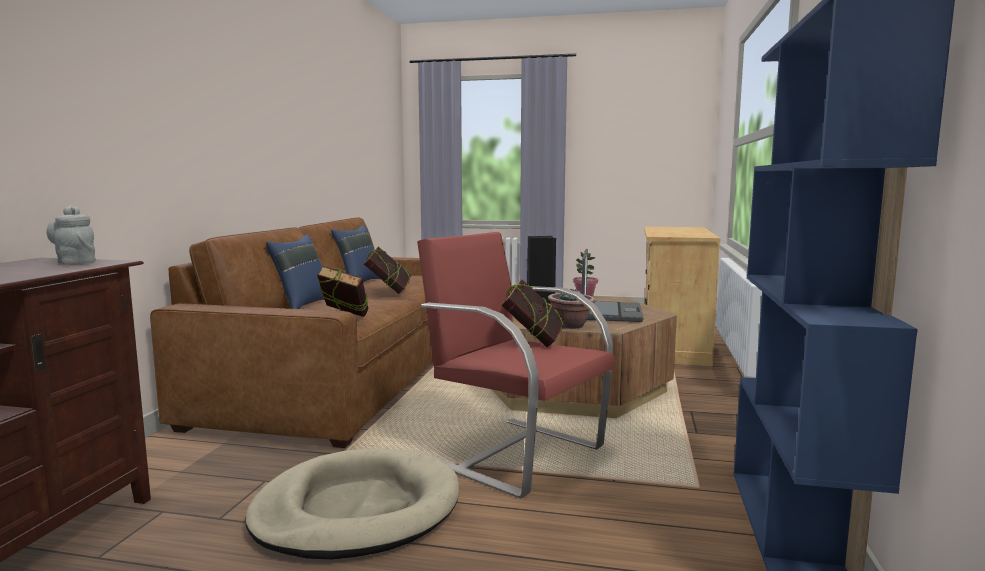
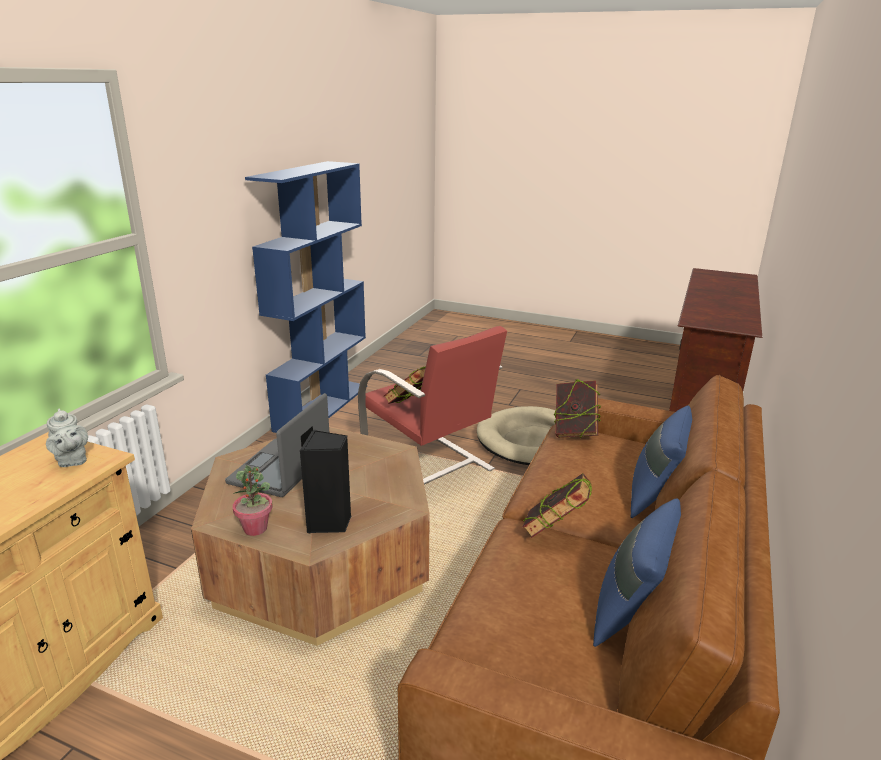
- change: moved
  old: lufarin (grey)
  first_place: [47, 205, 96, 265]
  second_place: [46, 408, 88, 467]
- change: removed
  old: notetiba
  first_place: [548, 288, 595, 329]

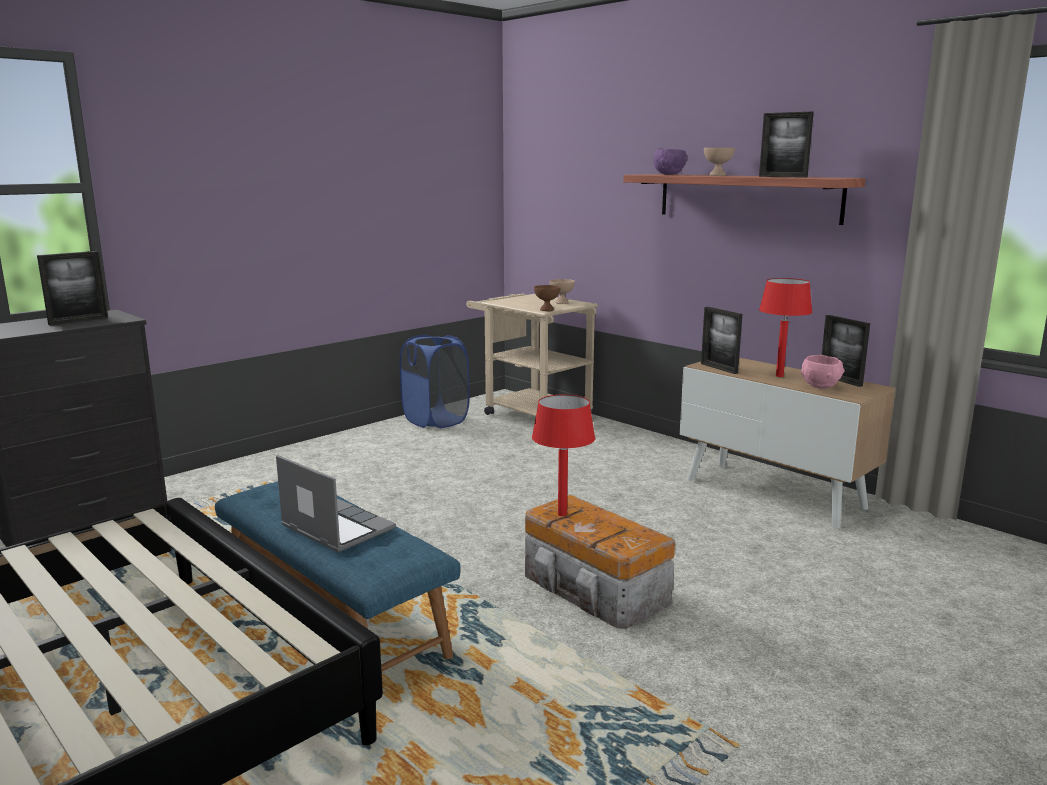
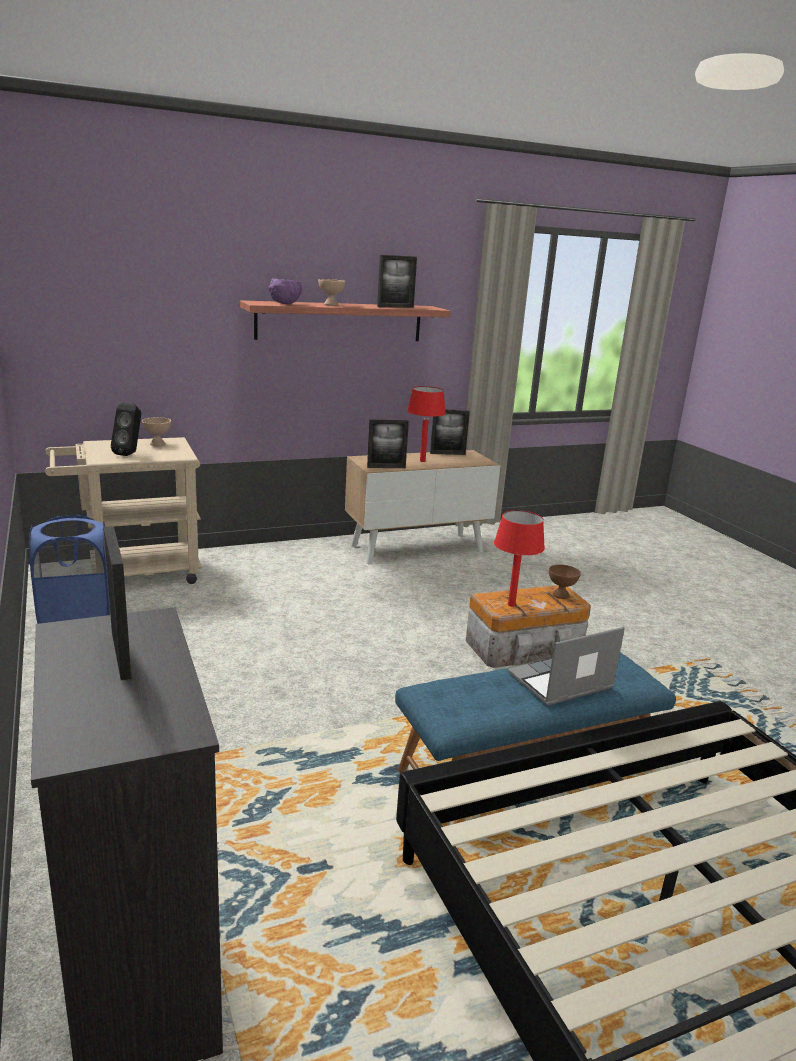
- change: moved
  old: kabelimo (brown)
  first_place: [534, 285, 561, 311]
  second_place: [549, 564, 581, 599]
- change: removed
  old: kabelimo (pink)
  first_place: [801, 355, 845, 388]
- change: added
  new: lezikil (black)
  second_place: [111, 403, 141, 456]

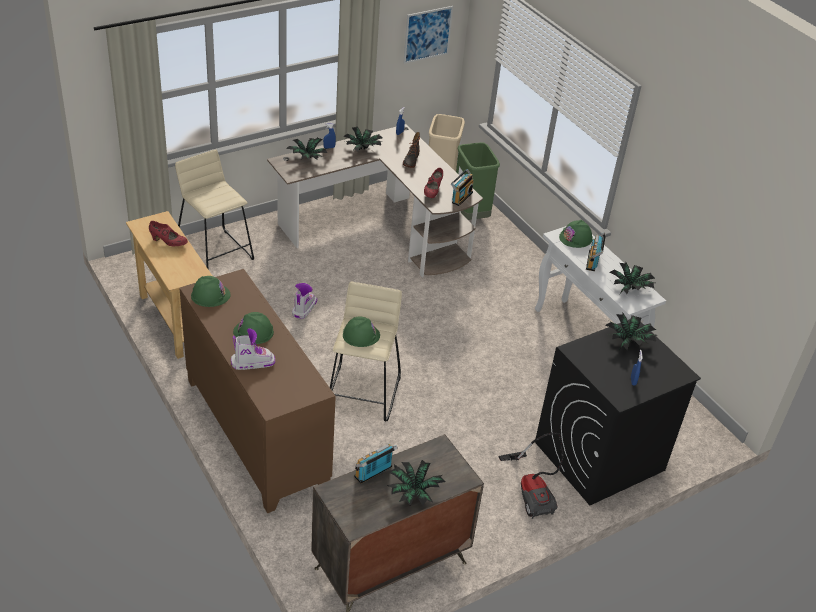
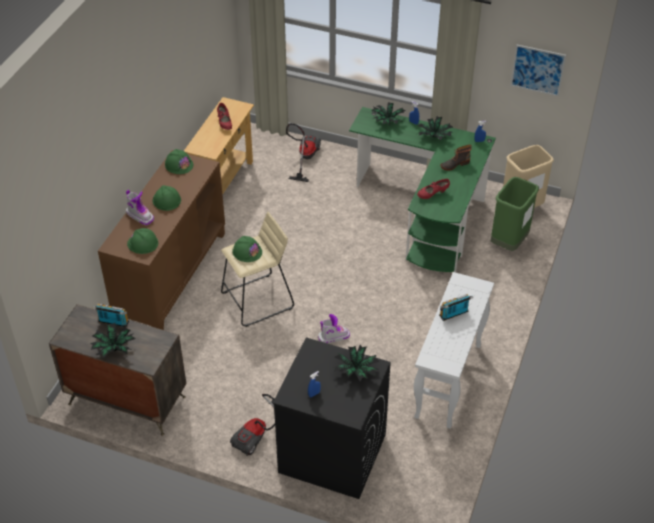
- change: replaced
  old: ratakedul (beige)
  new: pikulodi
  first_place: [175, 149, 254, 270]
  second_place: [286, 123, 321, 182]
- change: recoloured
  old: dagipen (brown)
  new: dagipen (green)
  first_place: [267, 124, 483, 278]
  second_place: [349, 107, 496, 272]
- change: moved
  old: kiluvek
  first_place: [292, 283, 317, 319]
  second_place: [318, 314, 350, 344]
- change: removed
  old: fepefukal
  first_place: [451, 169, 474, 206]
- change: moved
  old: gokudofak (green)
  first_place: [559, 220, 593, 248]
  second_place: [127, 228, 158, 254]
- change: removed
  old: notetiba
  first_place: [609, 262, 655, 294]

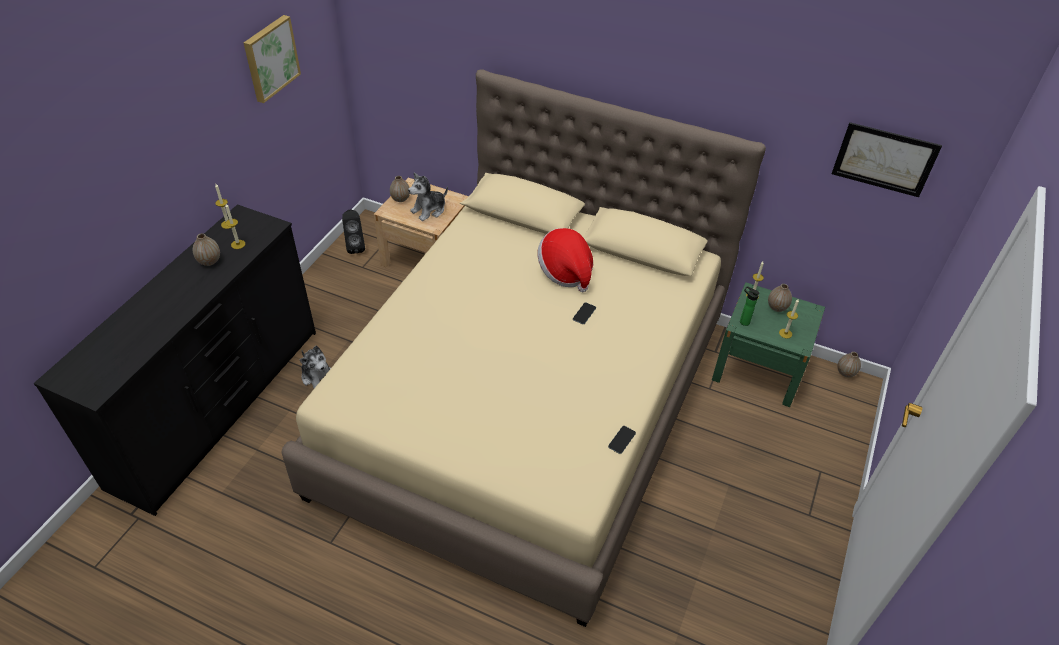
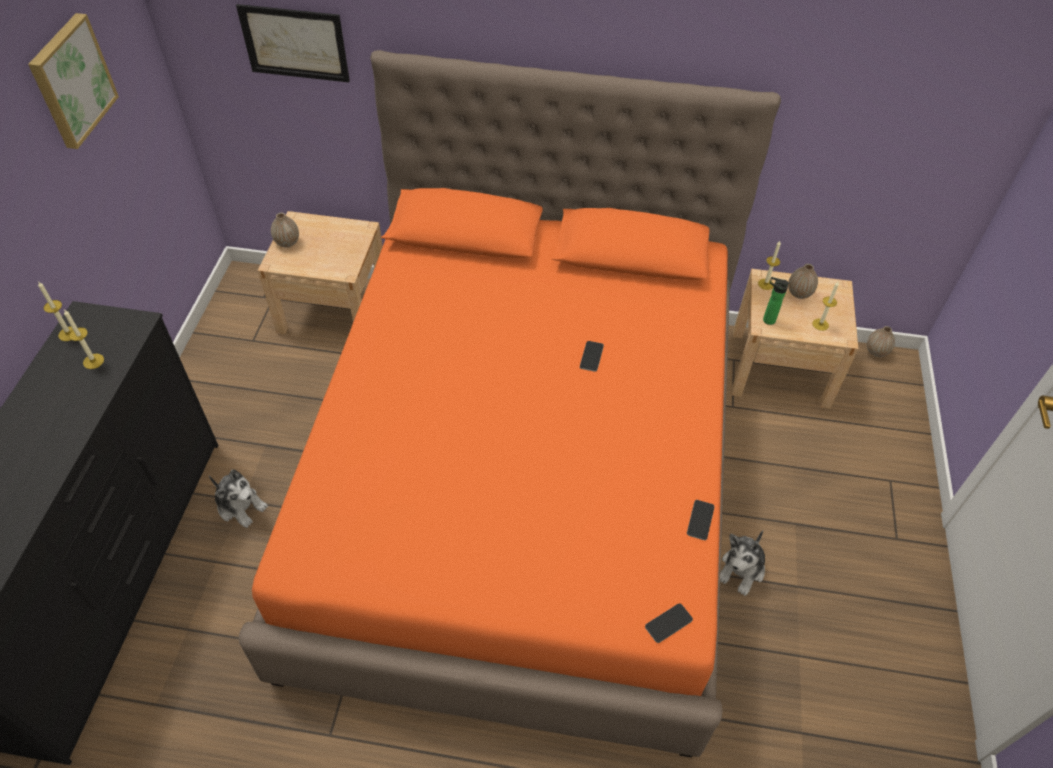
- change: removed
  old: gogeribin
  first_place: [192, 233, 220, 266]
- change: recoloured
  old: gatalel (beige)
  new: gatalel (orange)
  first_place: [281, 69, 766, 627]
  second_place: [239, 50, 781, 757]
- change: removed
  old: lezikil (black)
  first_place: [342, 209, 365, 254]
- change: moved
  old: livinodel
  first_place: [408, 173, 448, 221]
  second_place: [720, 530, 765, 596]
- change: removed
  old: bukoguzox
  first_place: [537, 228, 593, 292]
- change: recoloured
  old: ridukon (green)
  new: ridukon (beige)
  first_place: [712, 282, 825, 407]
  second_place: [732, 269, 858, 409]
- change: moved
  old: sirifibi
  first_place: [832, 122, 942, 197]
  second_place: [236, 4, 350, 82]
- change: added
  new: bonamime
  second_place: [645, 603, 693, 643]

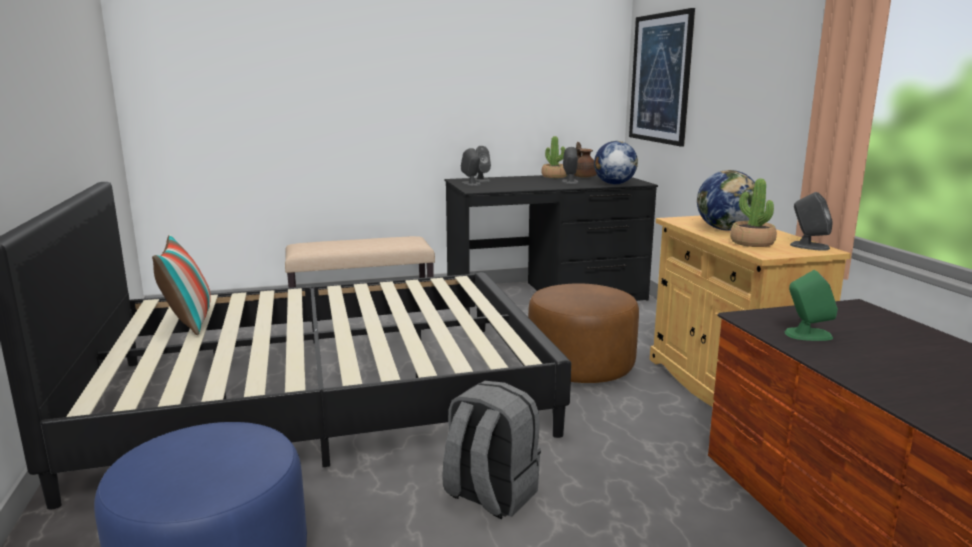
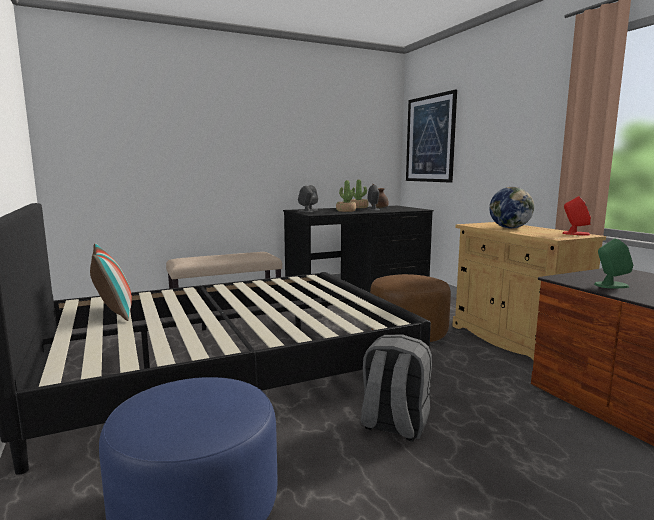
- change: removed
  old: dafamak
  first_place: [594, 141, 638, 184]
- change: moved
  old: notetiba
  first_place: [730, 179, 777, 247]
  second_place: [336, 180, 356, 212]
- change: recoloured
  old: lezikil (grey)
  new: lezikil (red)
  first_place: [790, 192, 833, 251]
  second_place: [563, 196, 591, 235]

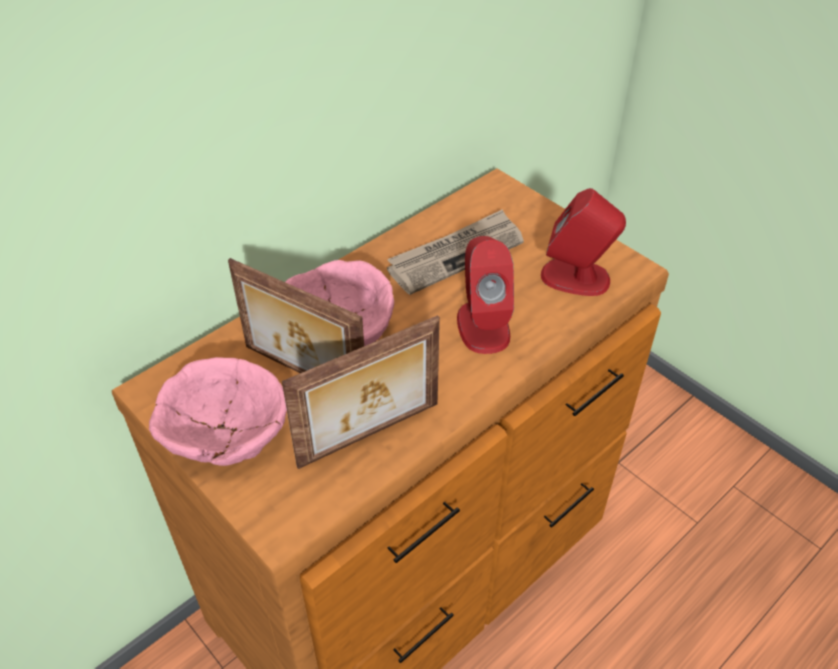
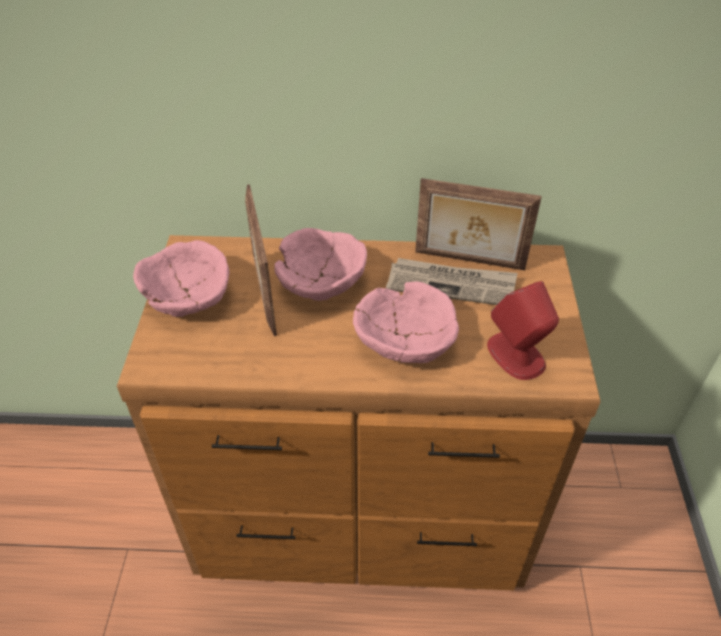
- change: moved
  old: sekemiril
  first_place: [282, 315, 440, 469]
  second_place: [415, 178, 542, 270]
- change: replaced
  old: lezikil (red)
  new: kabelimo (pink)
  first_place: [457, 236, 514, 354]
  second_place: [353, 282, 459, 363]

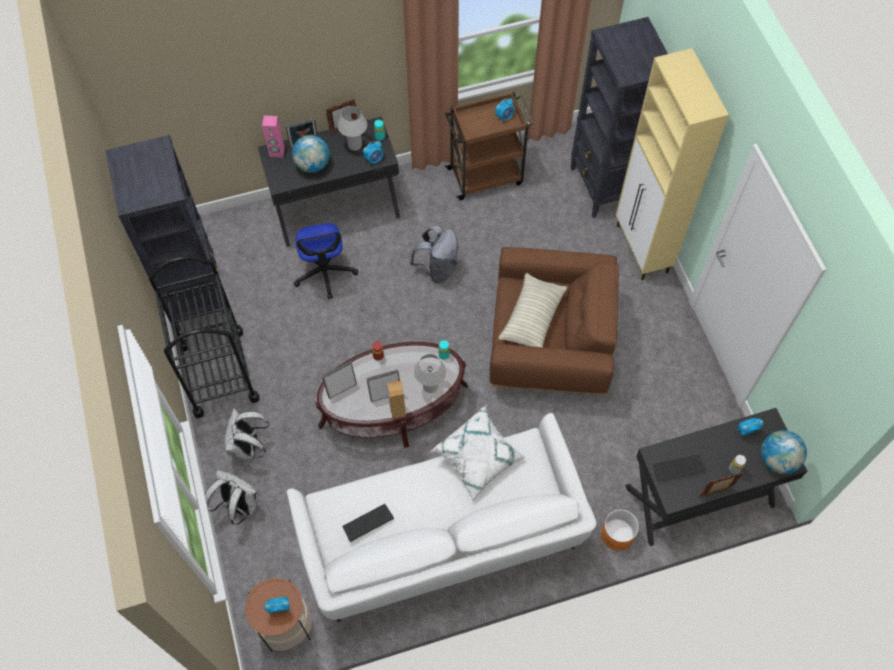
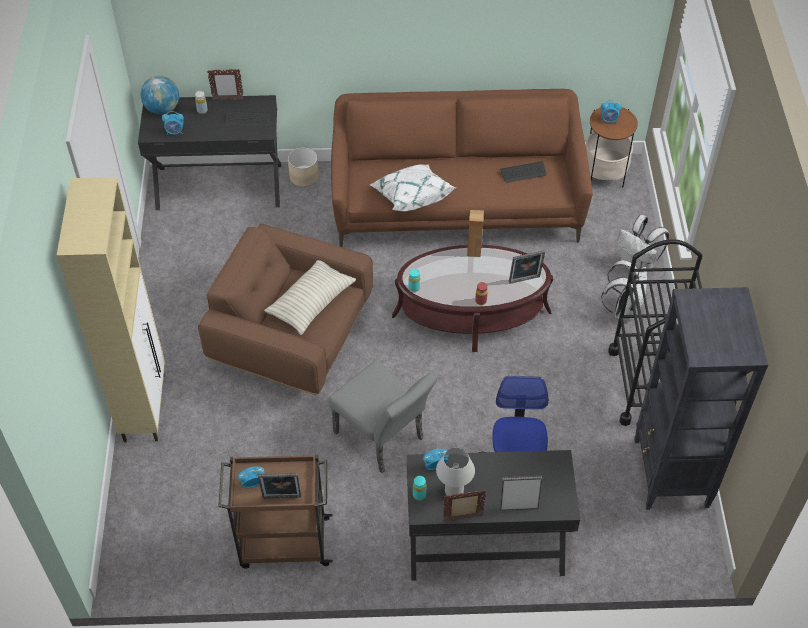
- change: removed
  old: lezikil (pink)
  first_place: [262, 116, 285, 158]
- change: recoloured
  old: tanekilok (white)
  new: tanekilok (brown)
  first_place: [287, 413, 597, 622]
  second_place: [331, 89, 593, 247]
- change: removed
  old: dafamak
  first_place: [292, 135, 330, 173]
- change: moved
  old: sekemiril
  first_place: [366, 370, 400, 402]
  second_place: [258, 473, 301, 499]
- change: replaced
  old: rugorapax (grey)
  new: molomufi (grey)
  first_place: [410, 226, 458, 284]
  second_place: [329, 359, 437, 473]
- change: removed
  old: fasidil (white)
  first_place: [414, 354, 446, 393]
- change: removed
  old: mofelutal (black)
  first_place: [570, 17, 668, 218]
- change: recoloured
  old: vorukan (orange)
  new: vorukan (beige)
  first_place: [601, 509, 639, 551]
  second_place: [288, 147, 319, 187]

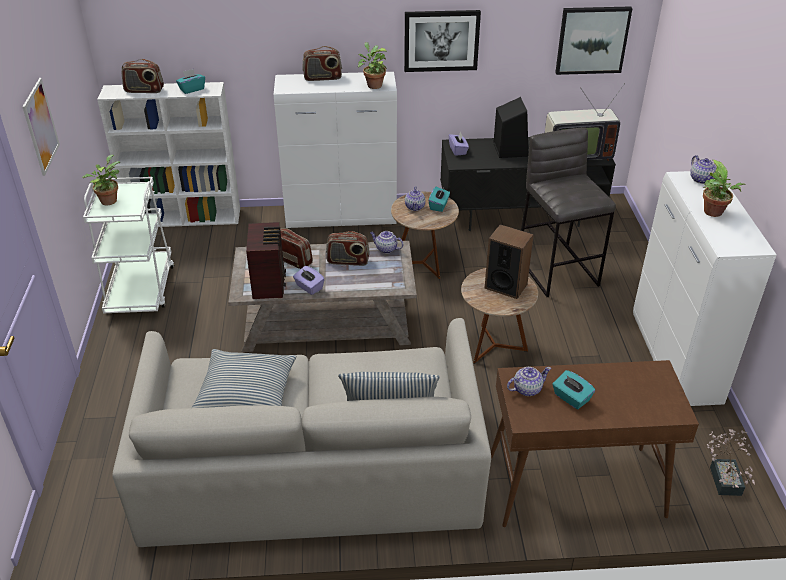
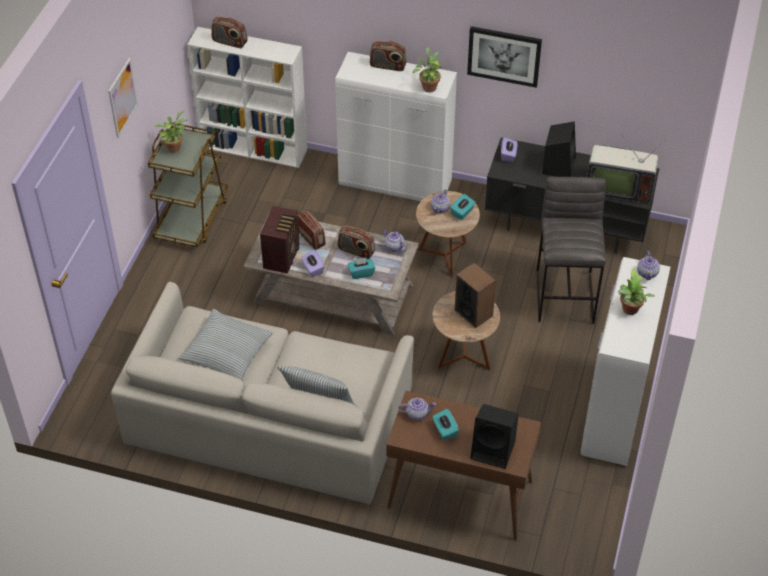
- change: recoloured
  old: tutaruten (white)
  new: tutaruten (brown)
  first_place: [83, 177, 174, 313]
  second_place: [148, 122, 228, 247]
- change: moved
  old: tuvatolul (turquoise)
  first_place: [176, 69, 205, 94]
  second_place: [348, 258, 375, 279]
- change: removed
  old: sirifibi
  first_place: [555, 6, 633, 75]
- change: removed
  old: notetiba
  first_place: [707, 429, 755, 496]
- change: added
  new: lezikil (black)
  second_place: [470, 404, 518, 469]

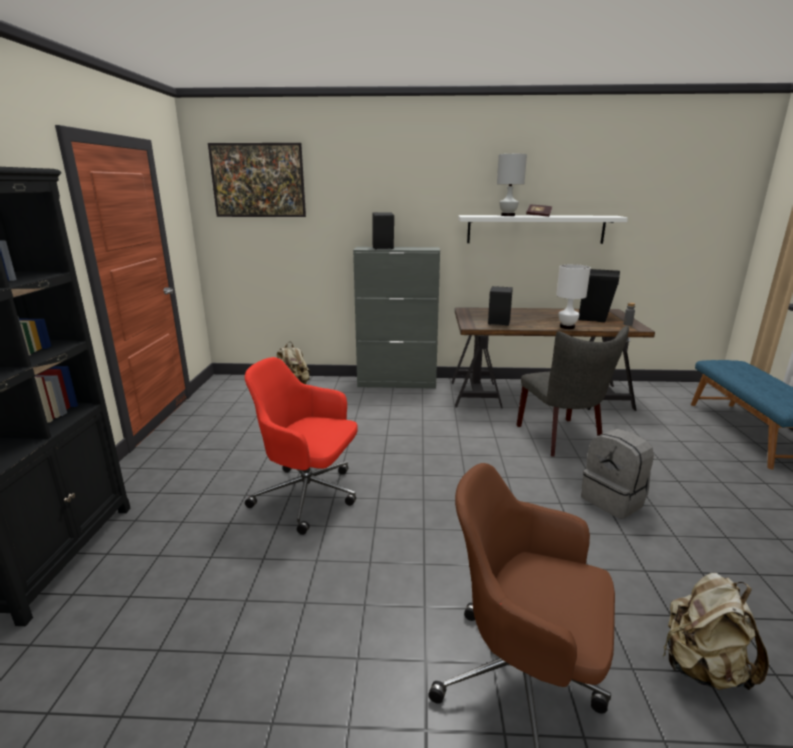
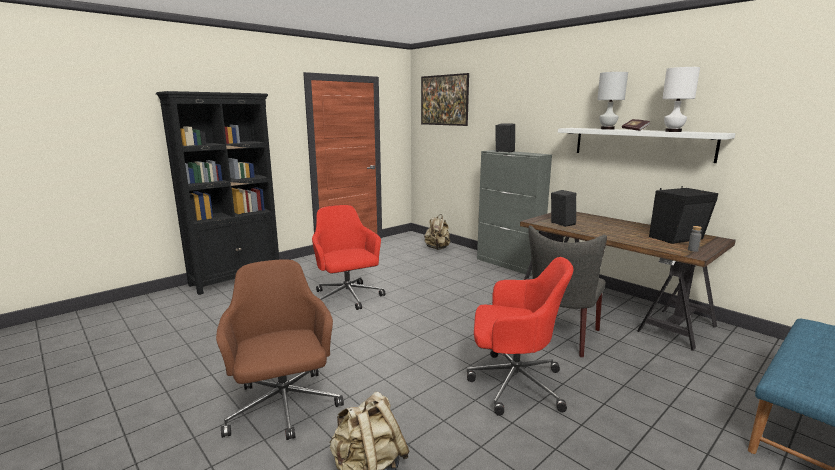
- change: moved
  old: fasidil (white)
  first_place: [556, 264, 591, 329]
  second_place: [662, 67, 700, 132]
- change: replaced
  old: rugorapax (grey)
  new: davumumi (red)
  first_place: [581, 429, 654, 519]
  second_place: [467, 257, 573, 416]

